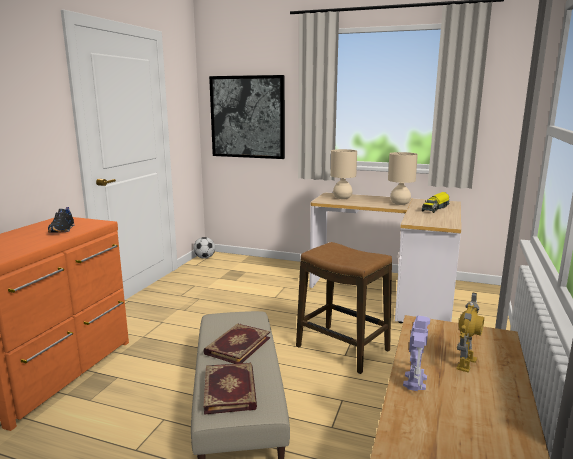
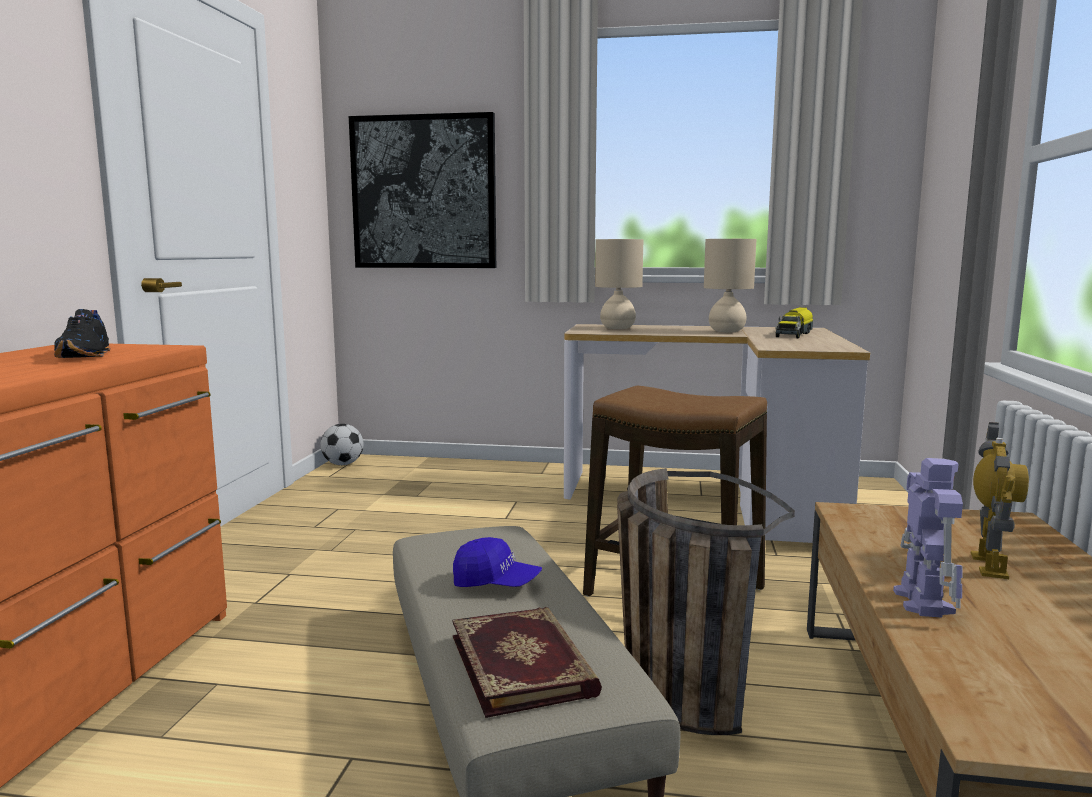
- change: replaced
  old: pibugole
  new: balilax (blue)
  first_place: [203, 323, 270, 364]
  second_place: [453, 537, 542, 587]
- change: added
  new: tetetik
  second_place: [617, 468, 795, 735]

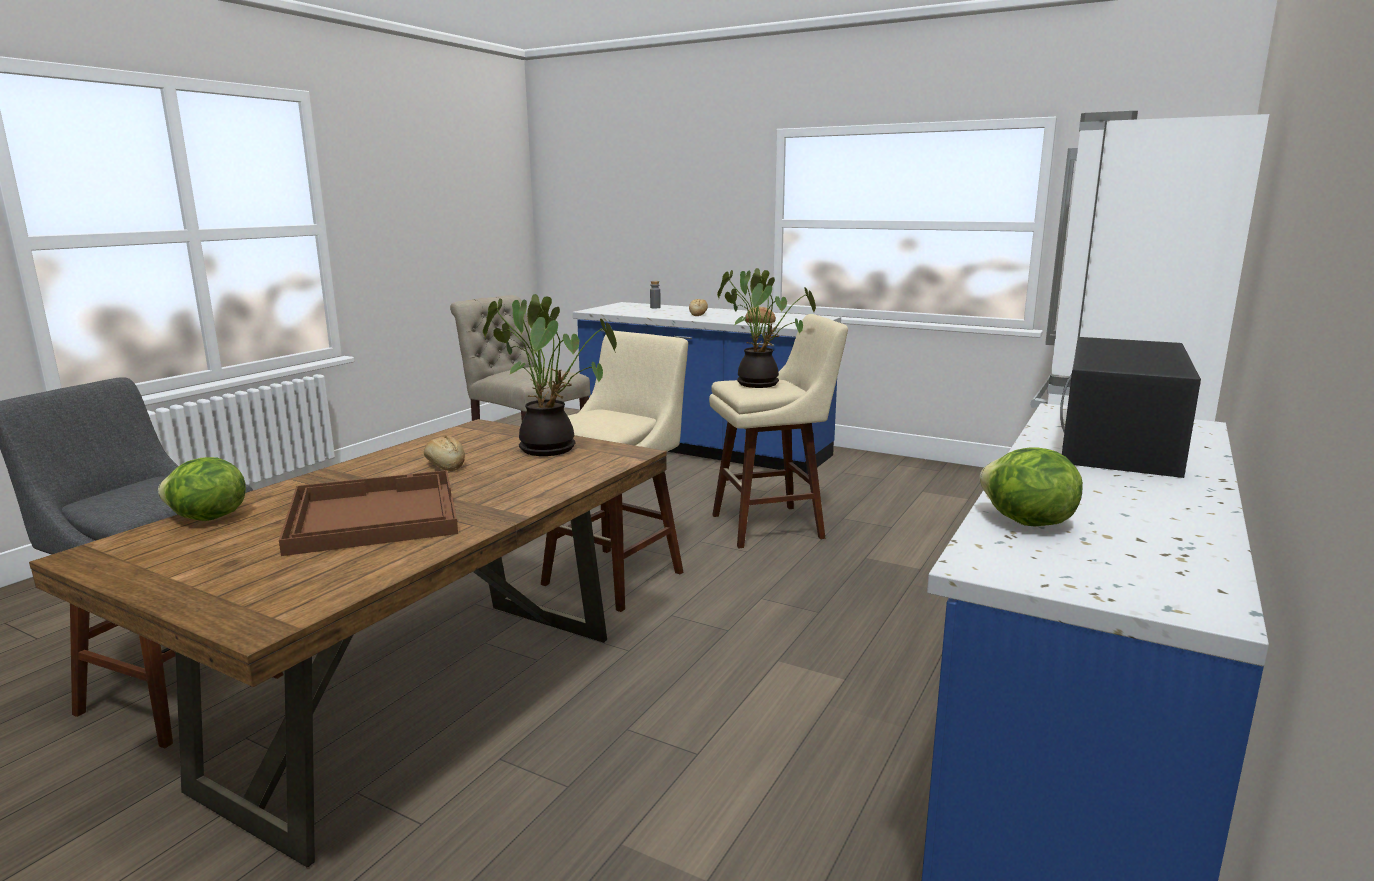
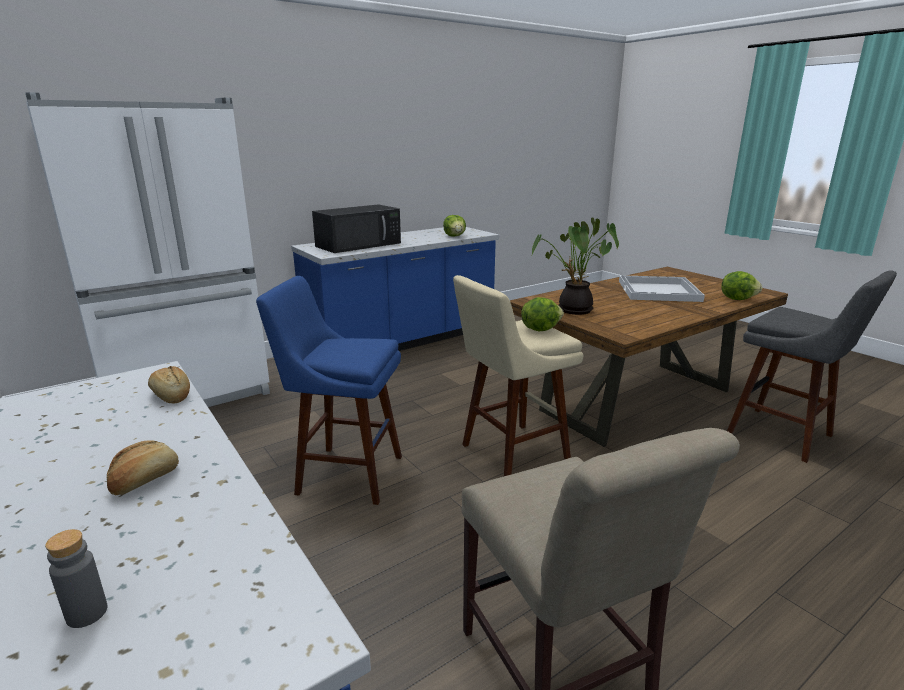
- change: recoloured
  old: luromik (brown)
  new: luromik (white)
  first_place: [279, 470, 458, 556]
  second_place: [619, 275, 705, 302]
- change: removed
  old: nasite
  first_place: [424, 436, 465, 471]
- change: recoloured
  old: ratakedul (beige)
  new: ratakedul (blue)
  first_place: [709, 314, 848, 548]
  second_place: [256, 276, 402, 505]
- change: removed
  old: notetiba
  first_place: [717, 268, 816, 388]
- change: added
  new: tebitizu
  second_place: [521, 297, 564, 331]

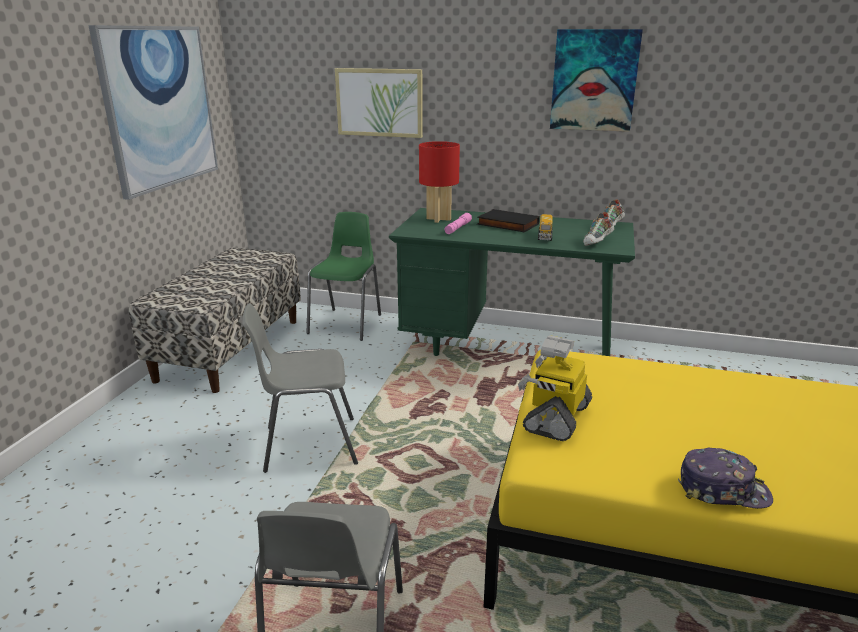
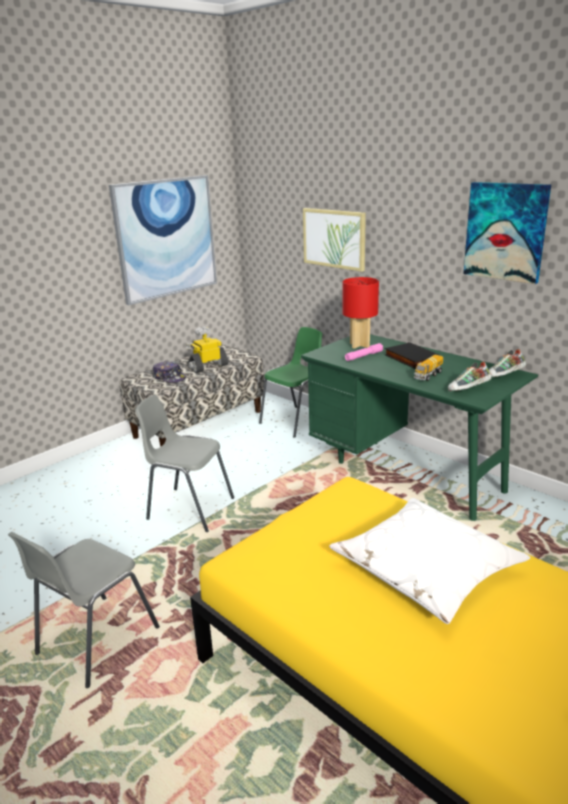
- change: moved
  old: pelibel
  first_place: [518, 335, 592, 441]
  second_place: [186, 327, 228, 373]
- change: moved
  old: balilax
  first_place: [678, 448, 773, 509]
  second_place: [152, 361, 186, 383]
- change: added
  new: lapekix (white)
  second_place: [329, 498, 530, 624]

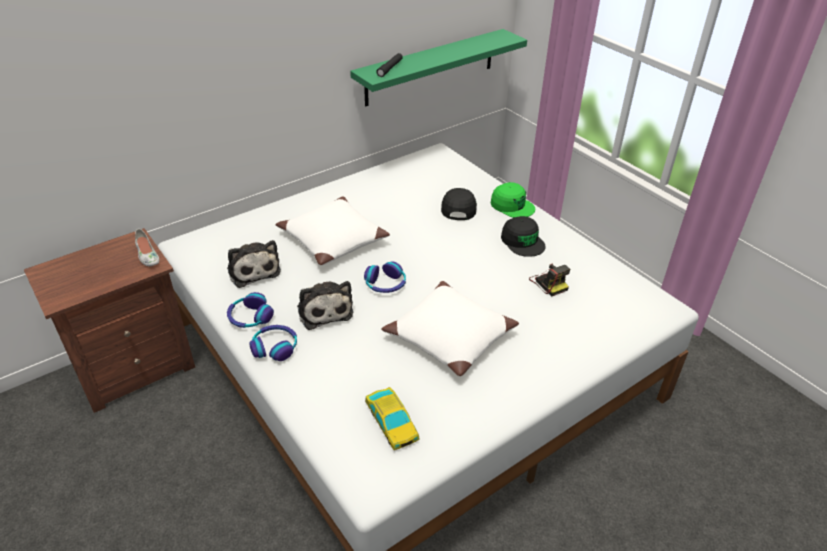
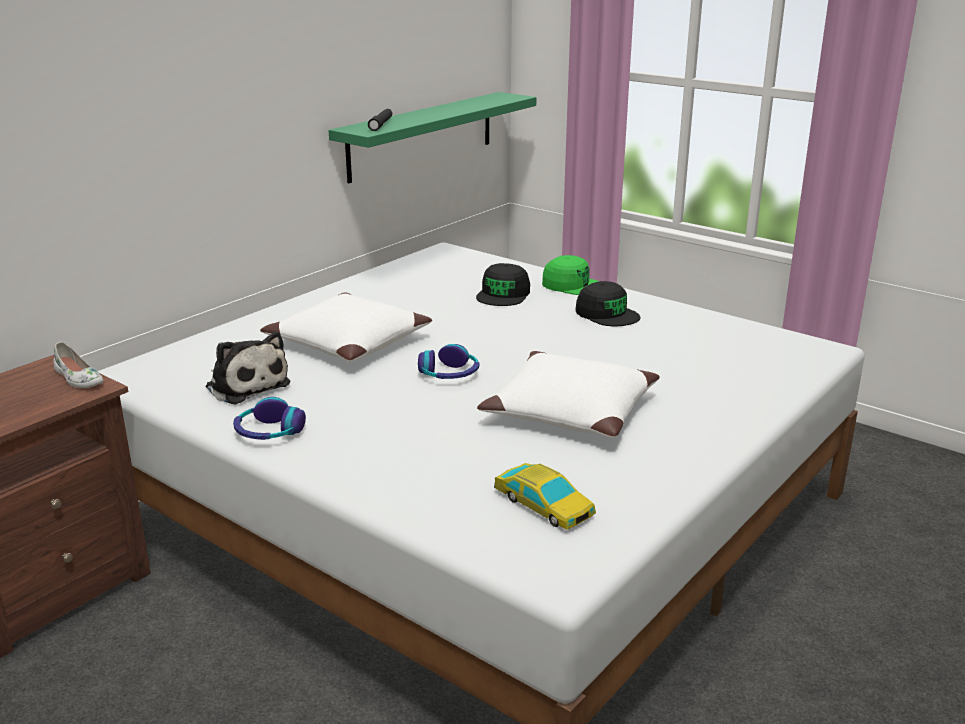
- change: removed
  old: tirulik
  first_place: [249, 325, 297, 361]
- change: removed
  old: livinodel
  first_place: [297, 281, 353, 330]
- change: turned
  old: balilax (black)
  first_place: [441, 188, 477, 220]
  second_place: [476, 263, 530, 306]
  degrees: -150
- change: removed
  old: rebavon
  first_place: [529, 263, 570, 296]

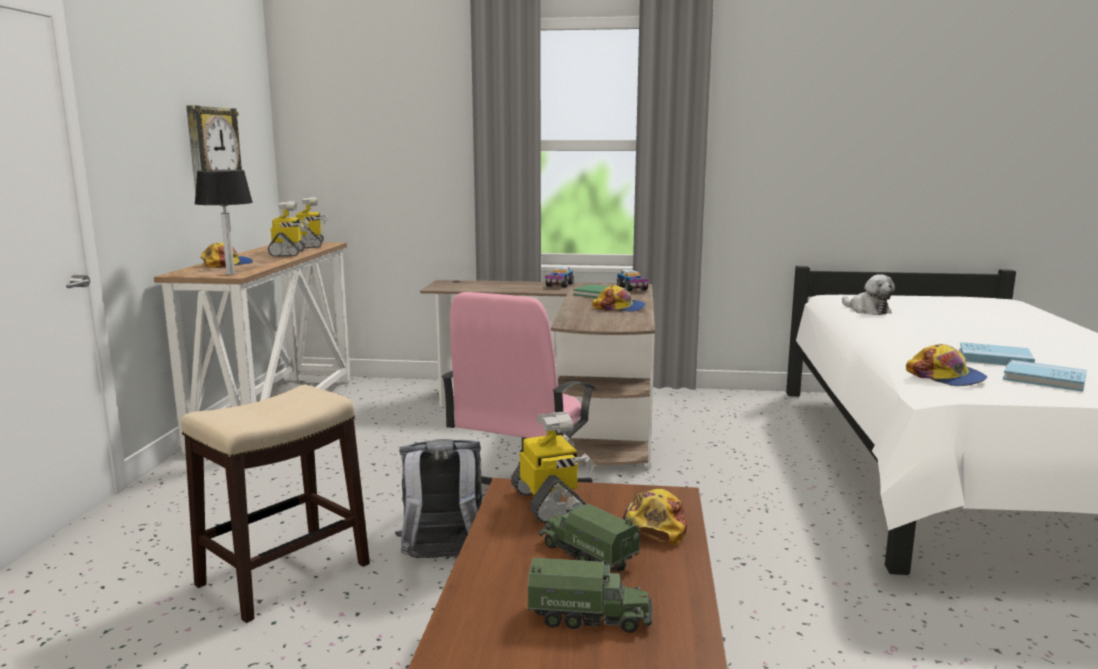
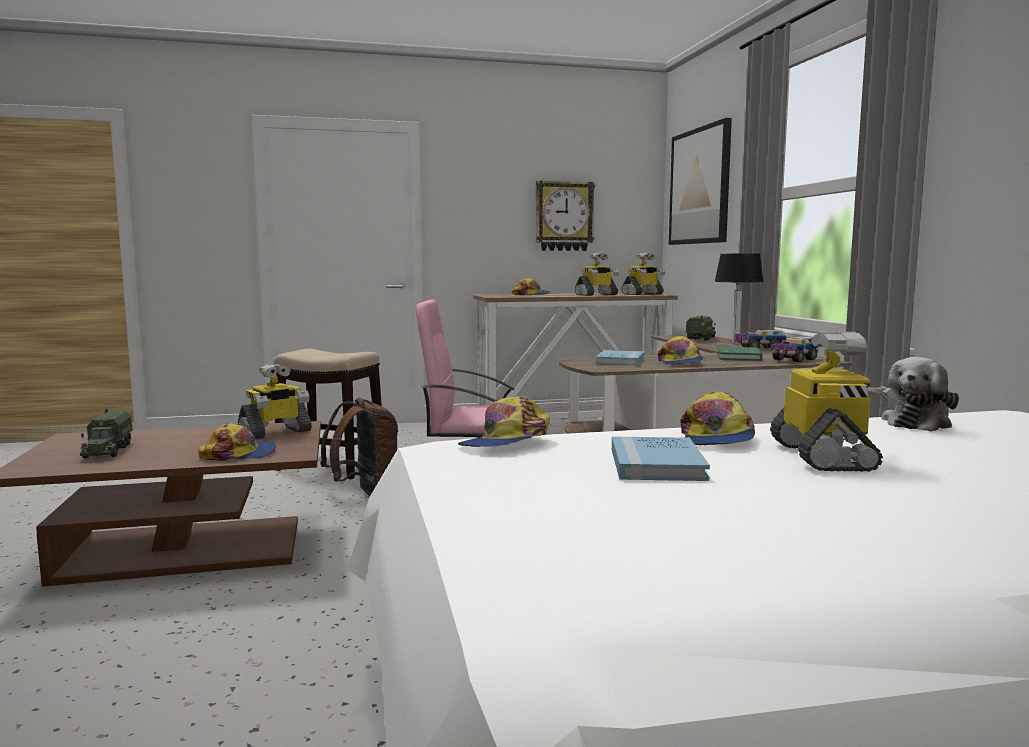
- change: moved
  old: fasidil
  first_place: [194, 170, 253, 275]
  second_place: [715, 253, 764, 344]
- change: recoloured
  old: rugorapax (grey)
  new: rugorapax (brown)
  first_place: [395, 439, 483, 558]
  second_place: [320, 397, 398, 496]
- change: moved
  old: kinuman
  first_place: [539, 504, 640, 572]
  second_place: [686, 315, 716, 341]
- change: moved
  old: pibugole (blue)
  first_place: [1003, 360, 1087, 392]
  second_place: [596, 350, 644, 366]
- change: added
  new: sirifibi
  second_place: [669, 118, 732, 245]
- change: added
  new: balilax
  second_place: [681, 392, 755, 445]
- change: added
  new: pelibel
  second_place: [770, 332, 898, 472]

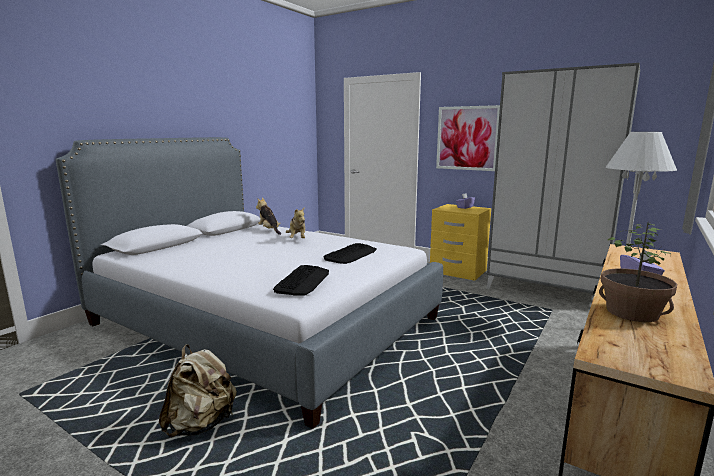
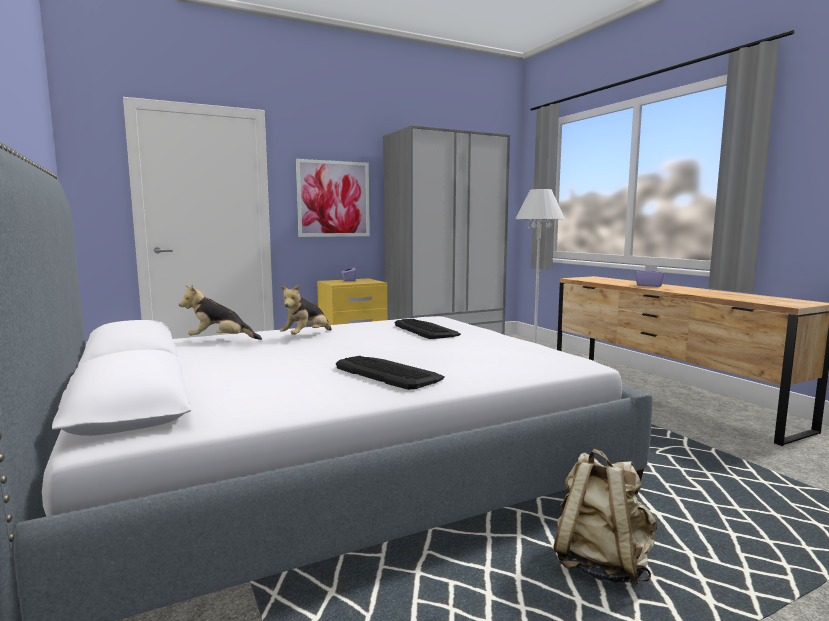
- change: moved
  old: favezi
  first_place: [273, 265, 329, 295]
  second_place: [336, 356, 445, 390]
- change: turned
  old: livinodel
  first_place: [286, 207, 305, 238]
  second_place: [280, 284, 332, 335]
  degrees: 105
- change: removed
  old: notetiba
  first_place: [599, 223, 677, 322]

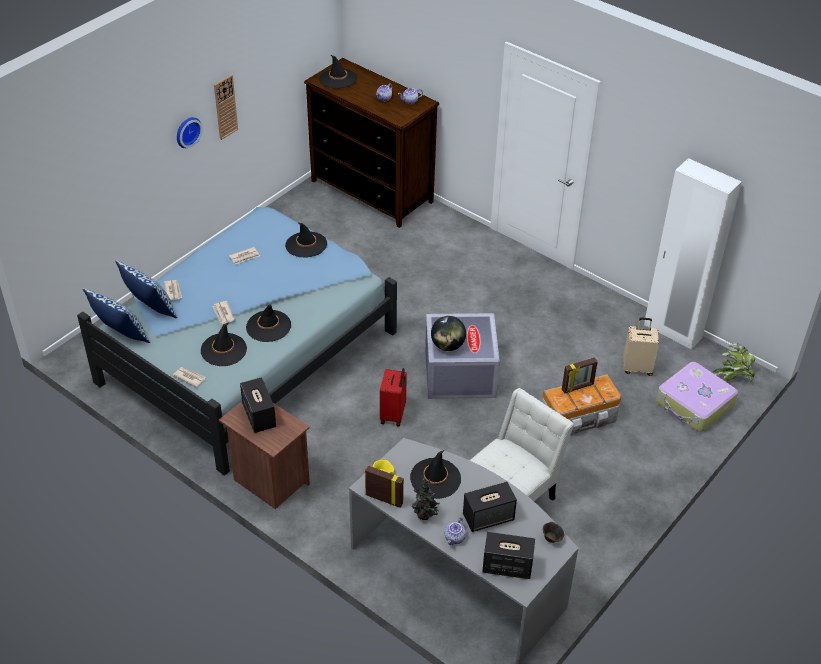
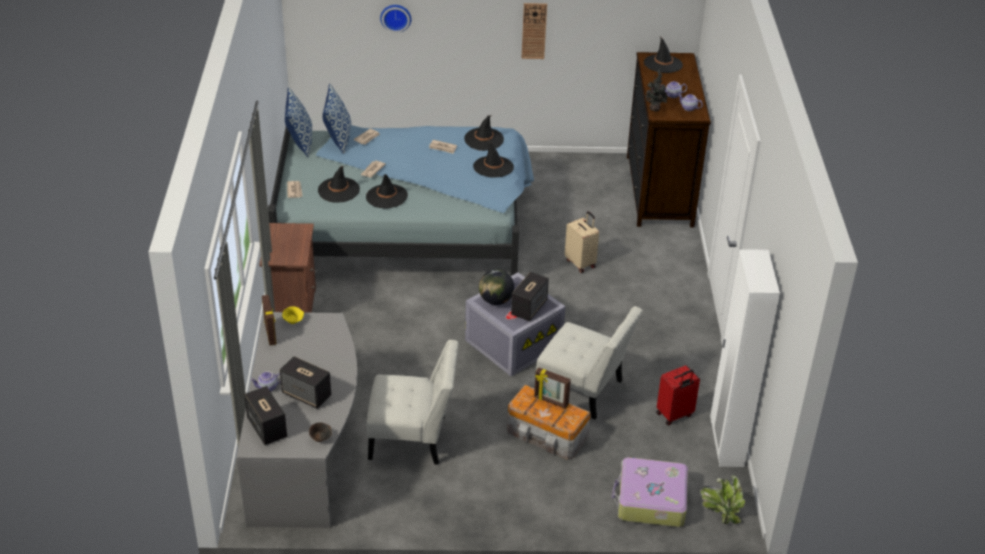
- change: moved
  old: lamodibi
  first_place: [177, 117, 203, 148]
  second_place: [380, 5, 411, 33]
- change: moved
  old: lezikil
  first_place: [240, 377, 276, 433]
  second_place: [511, 272, 549, 321]
- change: moved
  old: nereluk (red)
  first_place: [380, 368, 407, 427]
  second_place: [656, 365, 700, 425]
- change: moved
  old: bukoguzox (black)
  first_place: [410, 450, 461, 499]
  second_place: [464, 115, 504, 151]
- change: moved
  old: notetiba
  first_place: [412, 478, 440, 520]
  second_place: [645, 70, 669, 111]
- change: moved
  old: nereluk (beige)
  first_place: [623, 318, 659, 376]
  second_place: [565, 211, 599, 273]
- change: added
  new: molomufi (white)
  second_place: [536, 306, 643, 420]

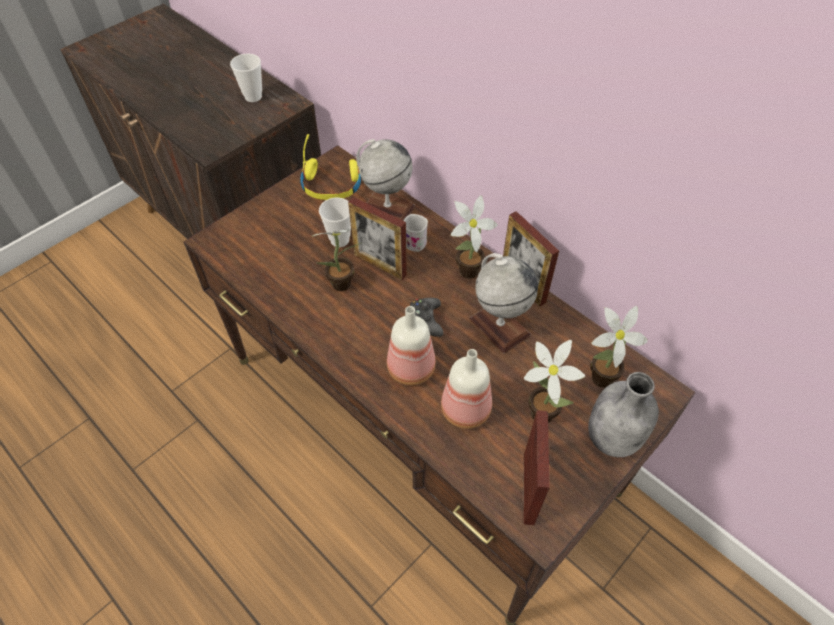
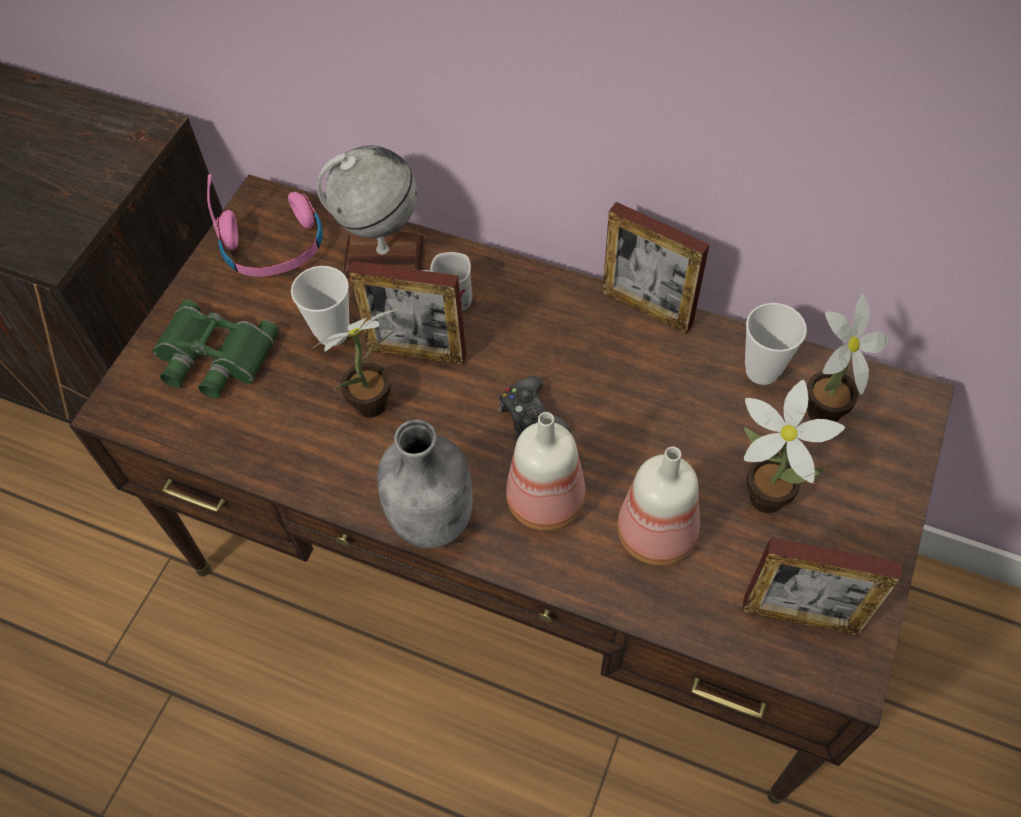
- change: moved
  old: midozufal
  first_place: [230, 54, 262, 102]
  second_place: [745, 303, 807, 385]
- change: recoloured
  old: tirulik (yellow)
  new: tirulik (pink)
  first_place: [300, 134, 361, 200]
  second_place: [207, 174, 323, 277]
- change: removed
  old: notetiba
  first_place: [451, 195, 497, 279]
- change: removed
  old: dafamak
  first_place: [469, 253, 538, 354]
- change: turned
  old: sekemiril
  first_place: [524, 410, 550, 525]
  second_place: [742, 537, 902, 636]
  degrees: 120
- change: moved
  old: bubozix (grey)
  first_place: [588, 372, 659, 457]
  second_place: [377, 420, 473, 548]
- change: added
  new: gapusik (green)
  second_place: [153, 300, 279, 399]

